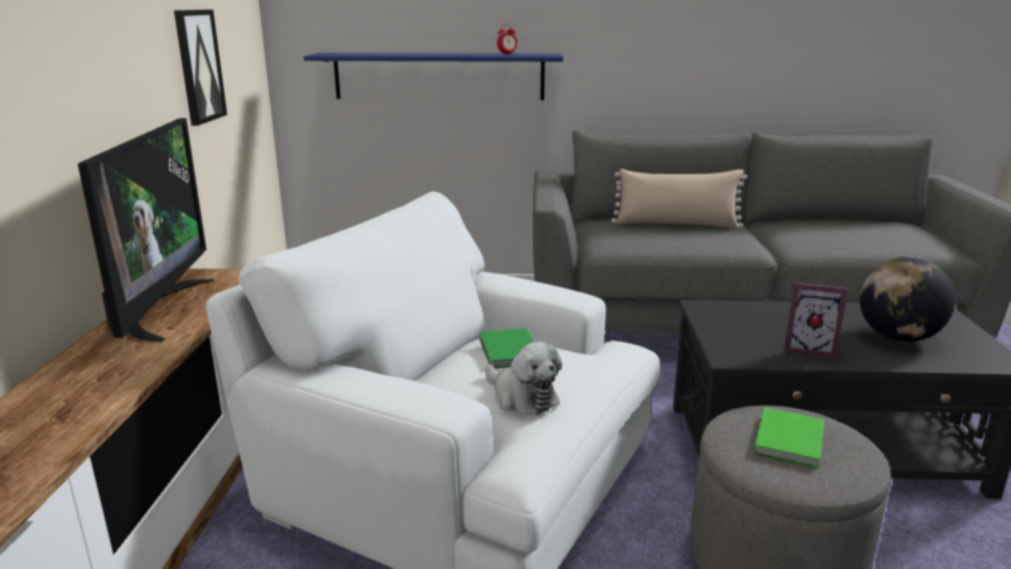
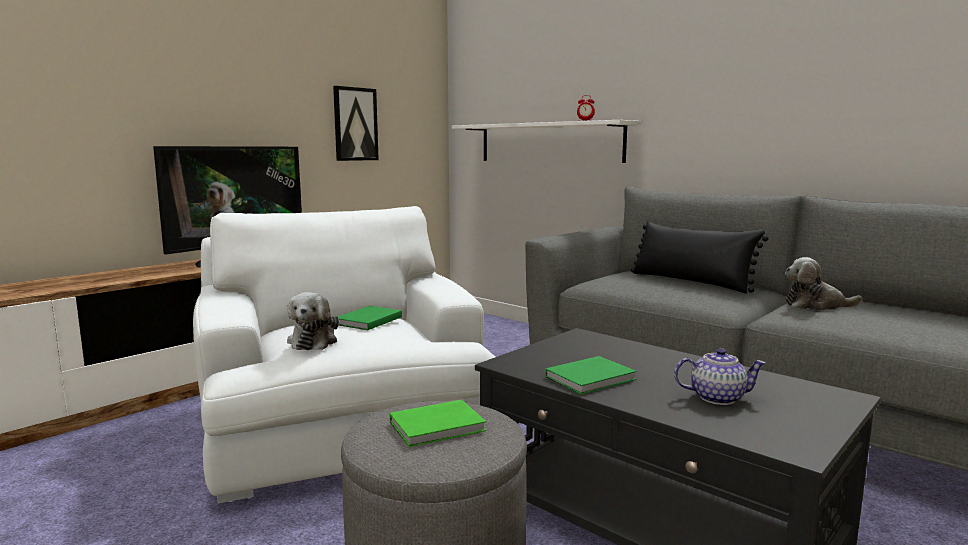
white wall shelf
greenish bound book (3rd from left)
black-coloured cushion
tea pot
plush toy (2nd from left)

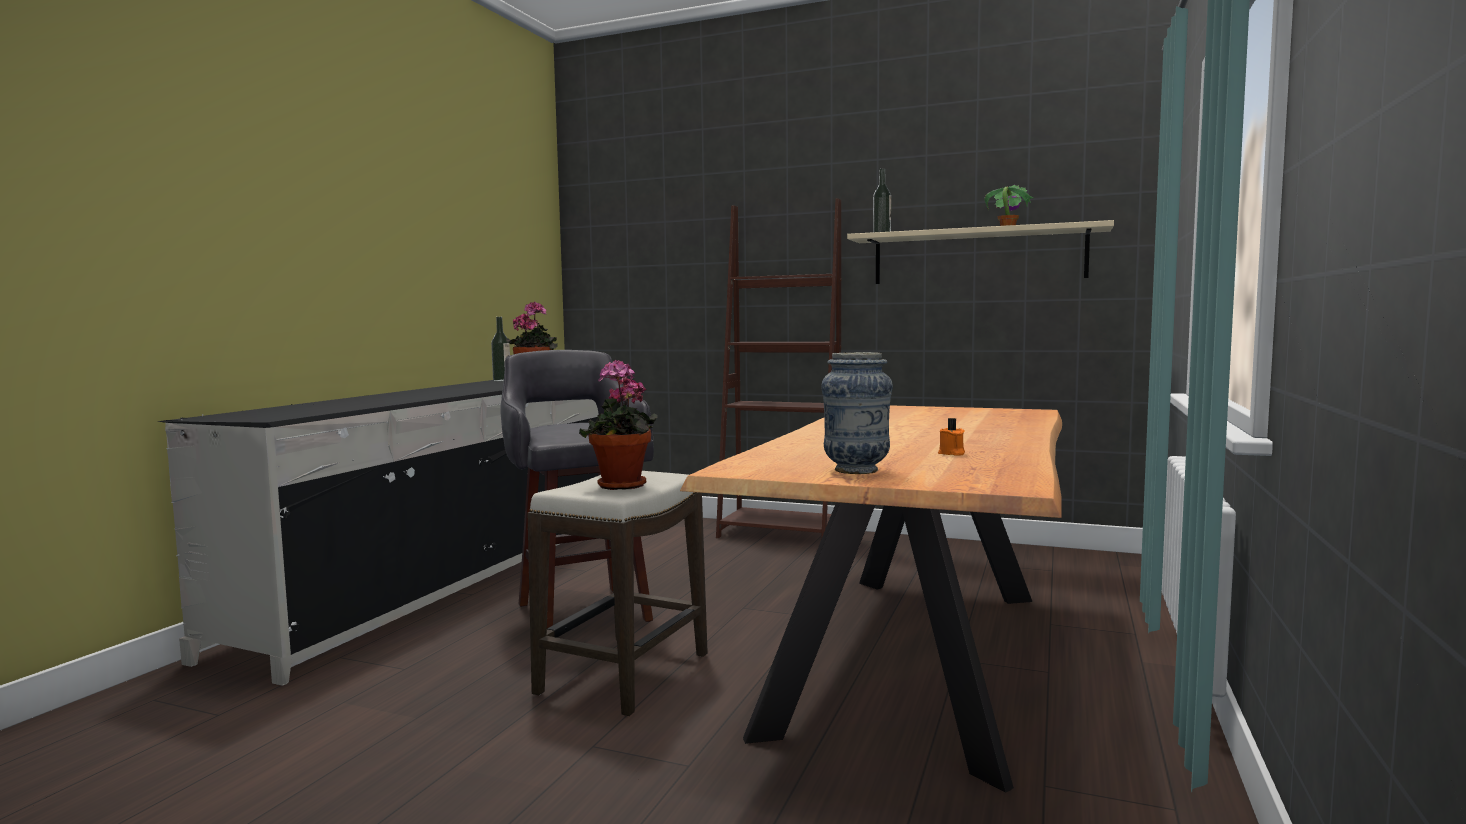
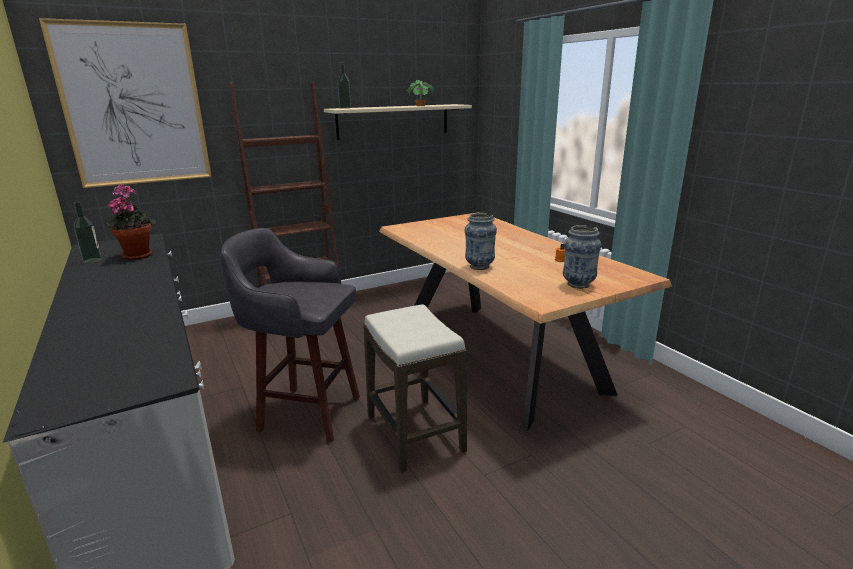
picture
flower vase (1st from left)
houseplant (2nd from left in the first image)

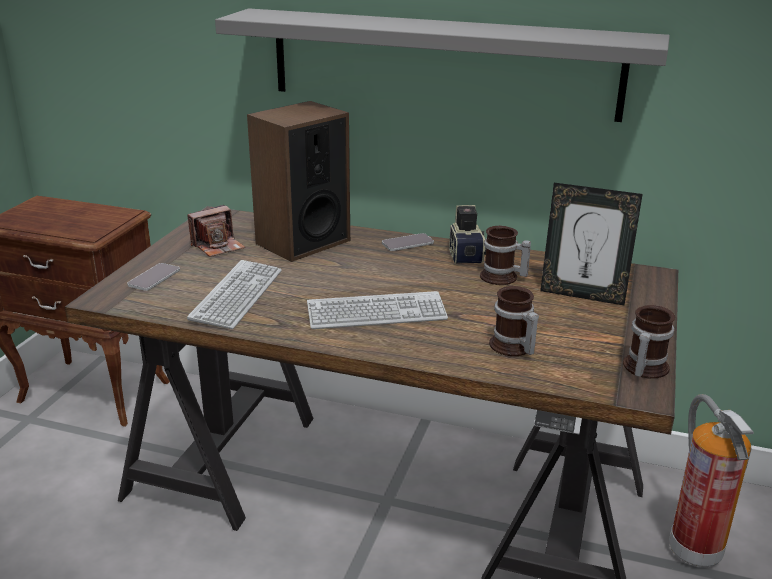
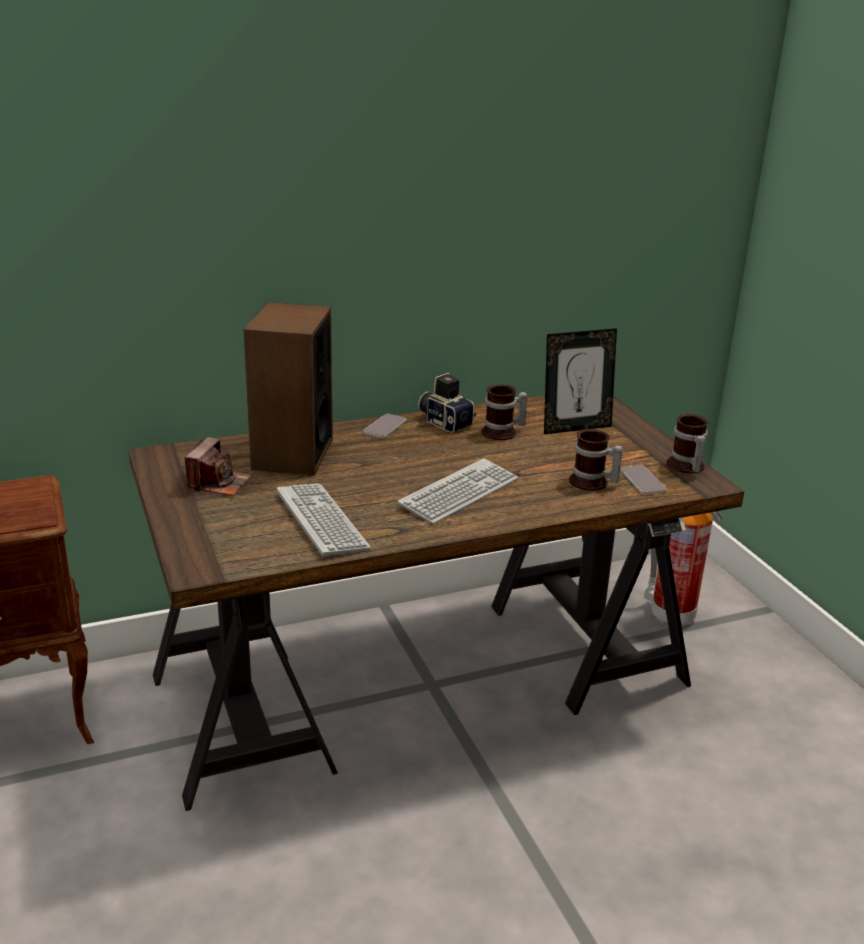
telephone (2nd from left)
grey wall shelf

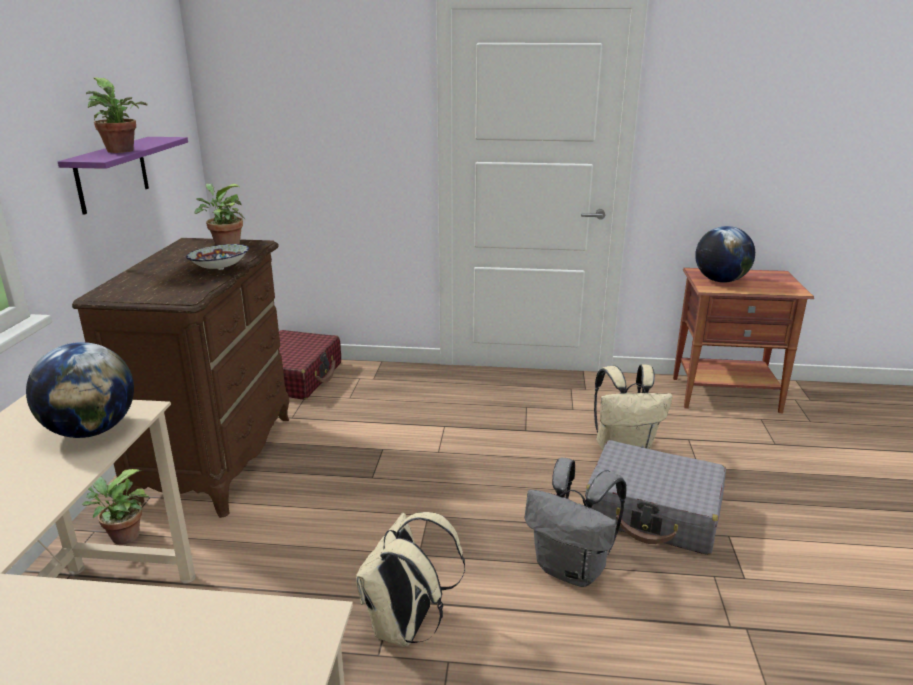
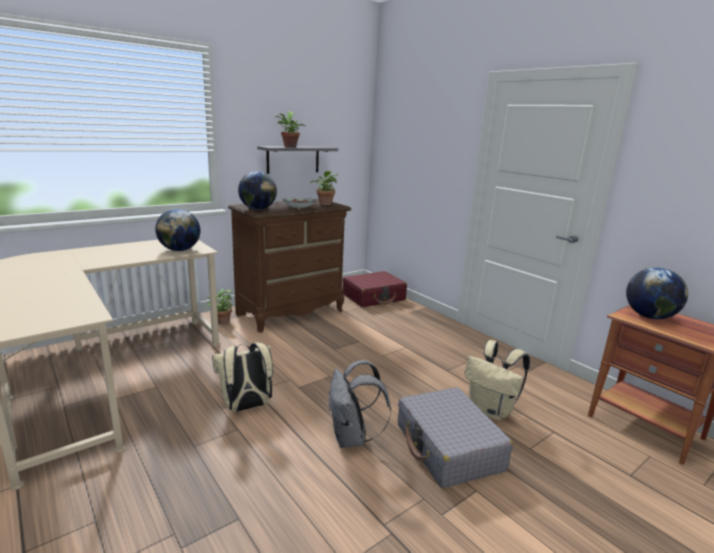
desk globe (2nd from left)
grey wall shelf

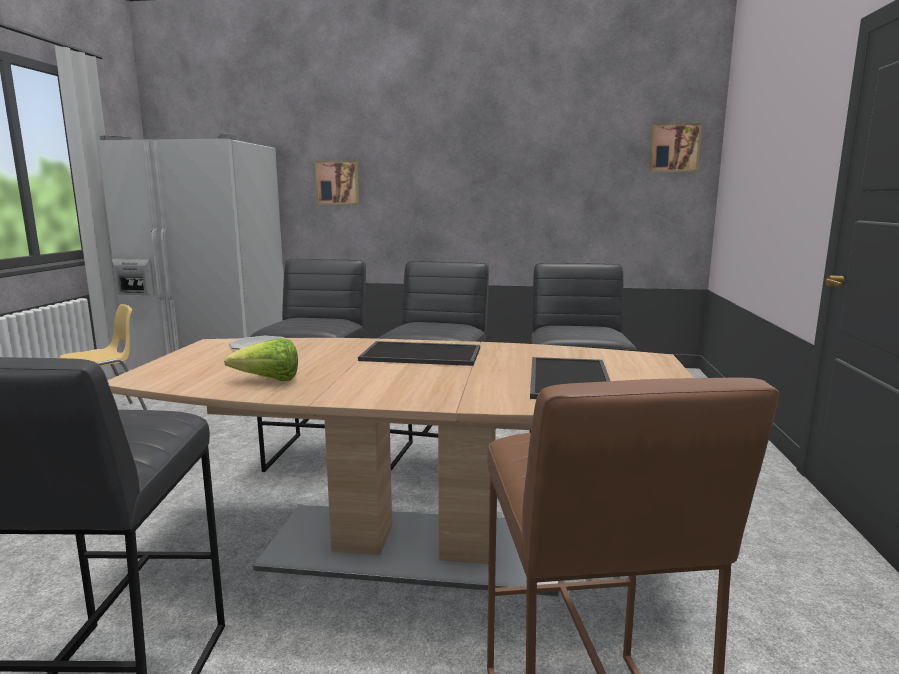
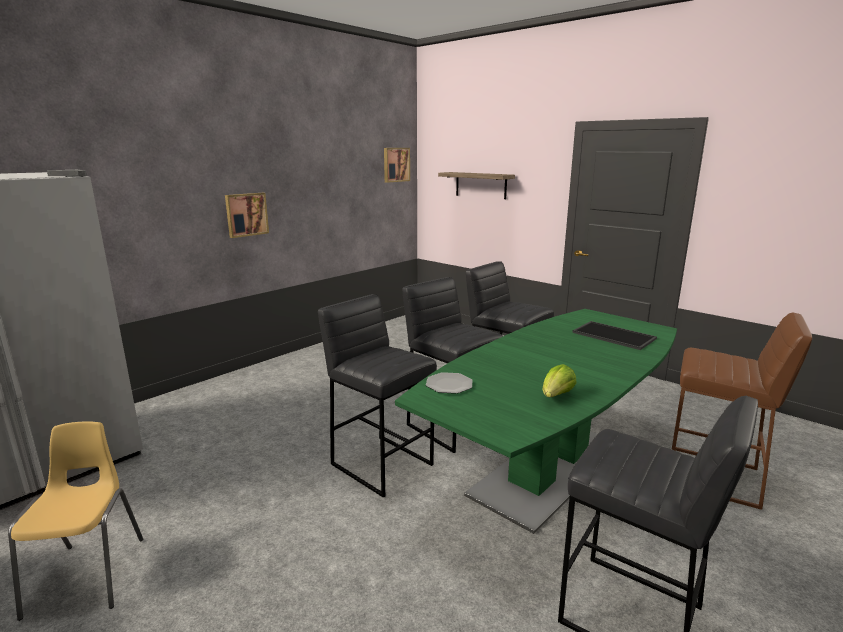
picture (1st from left)
greenish dinner table
wall shelf
carrying tray (1st from left in the first image)

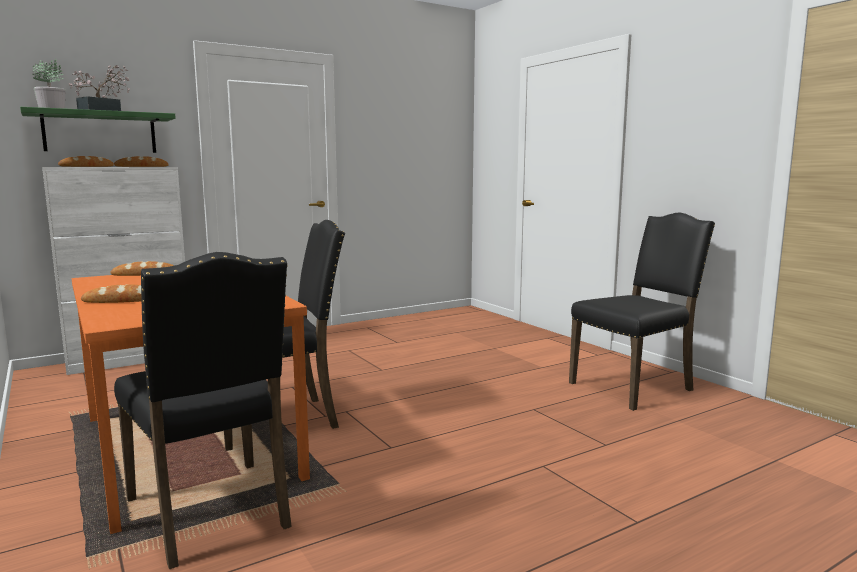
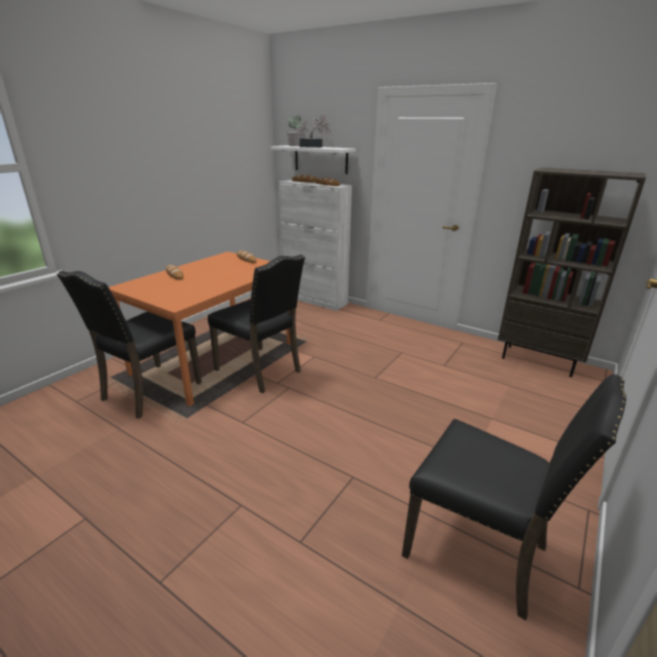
white wall shelf
brown-coloured shelving unit

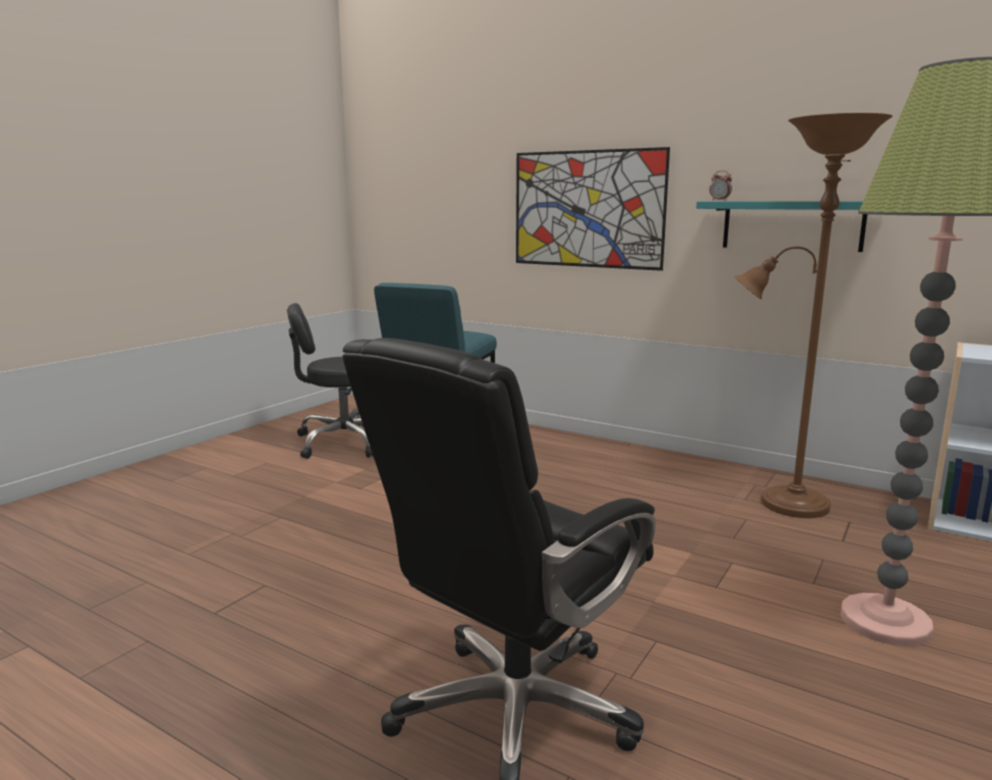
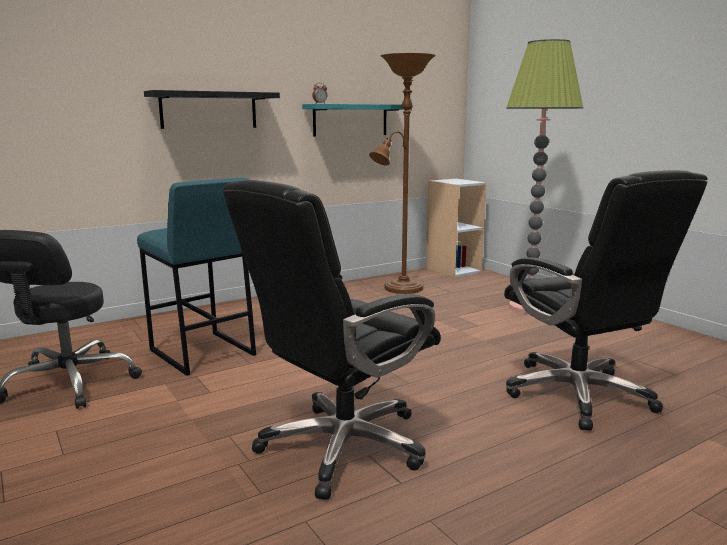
black-coloured wall shelf
black-coloured office chair (2nd from left)

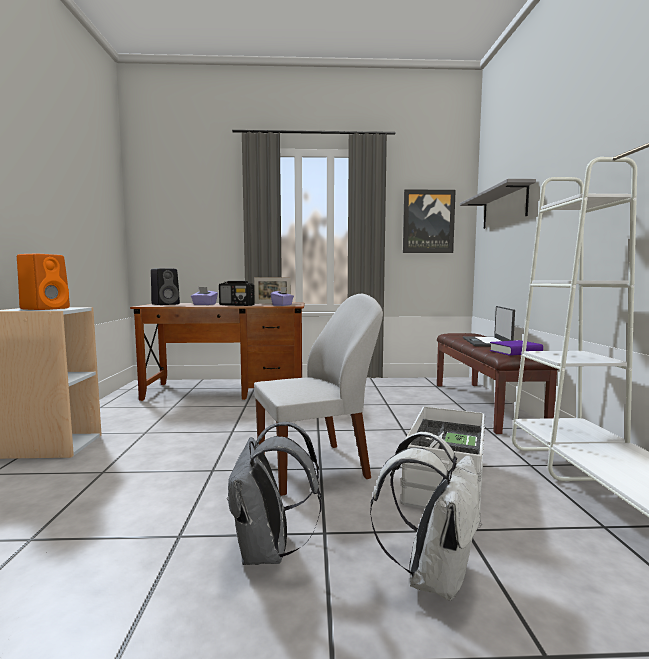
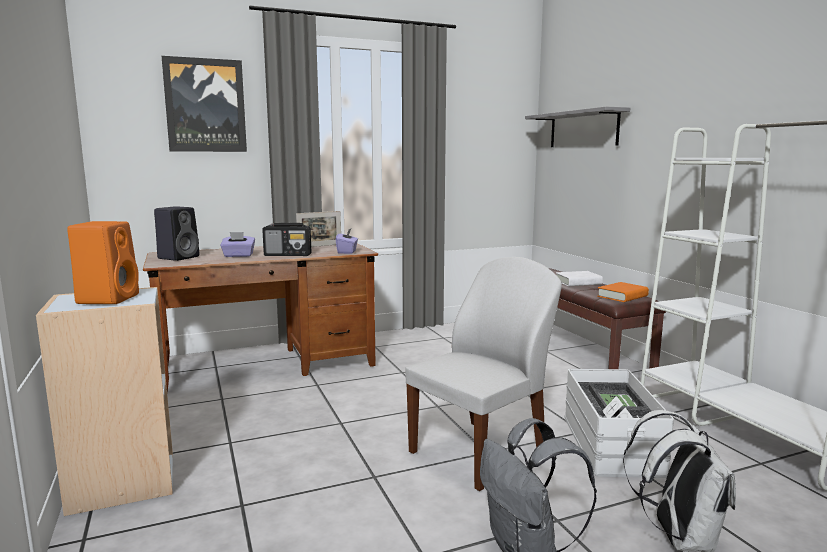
picture
white bound book
orange-coloured bound book

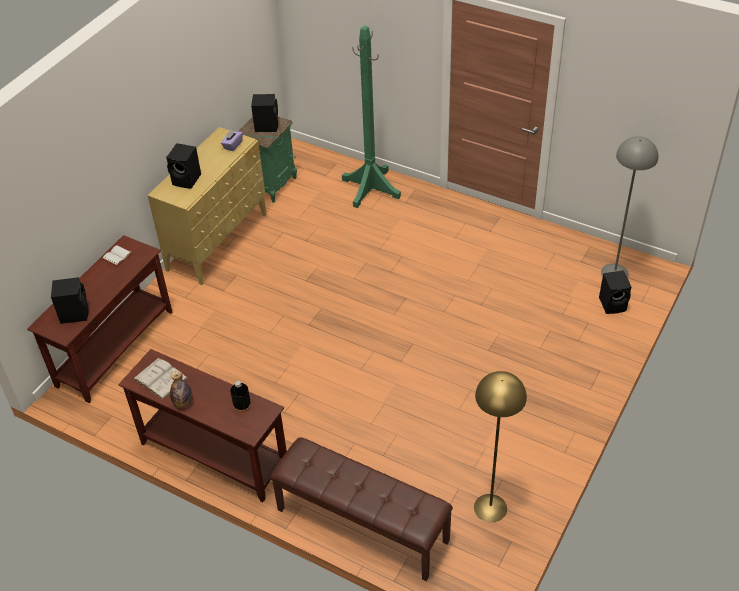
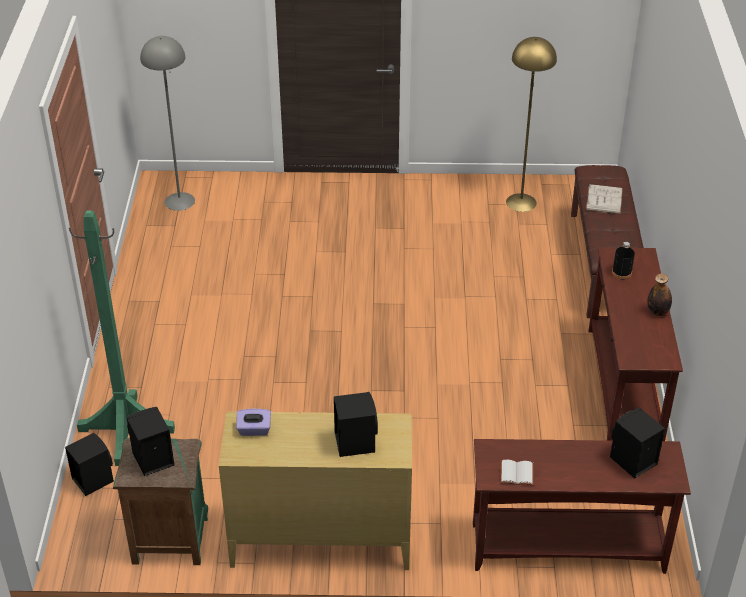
black-coloured loudspeaker (1st from left)
white bound book (2nd from left)

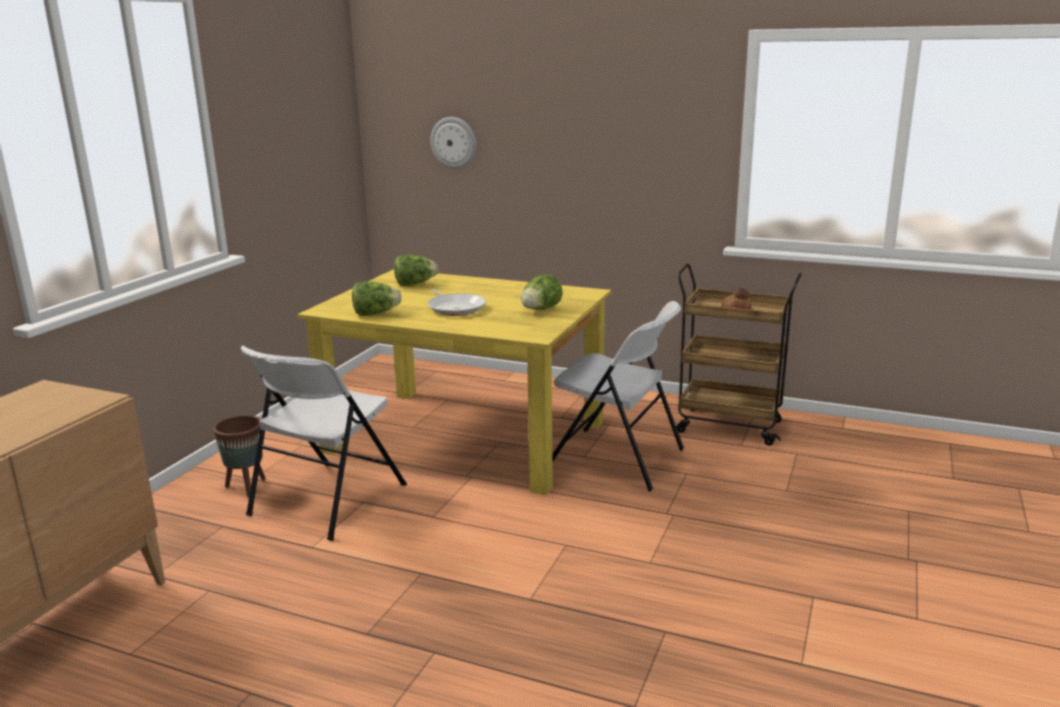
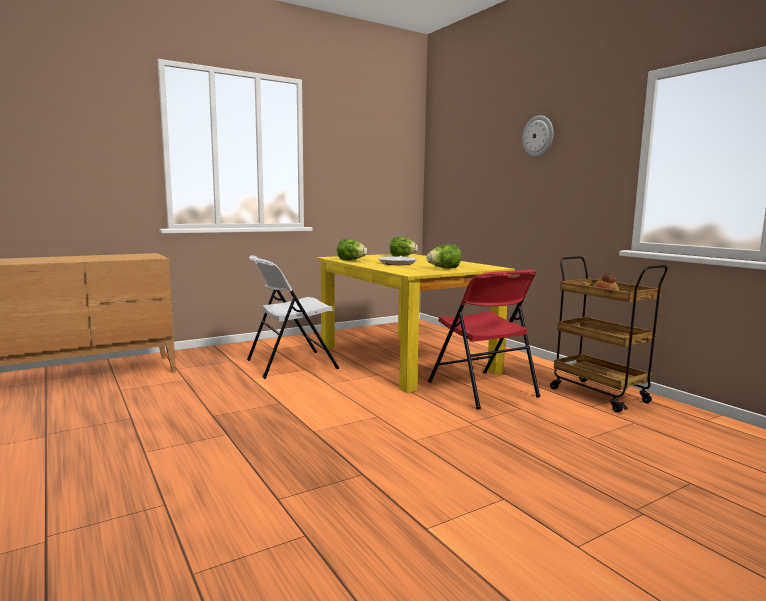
red-coloured plain chair
hanging clock
brown-coloured flower pot

